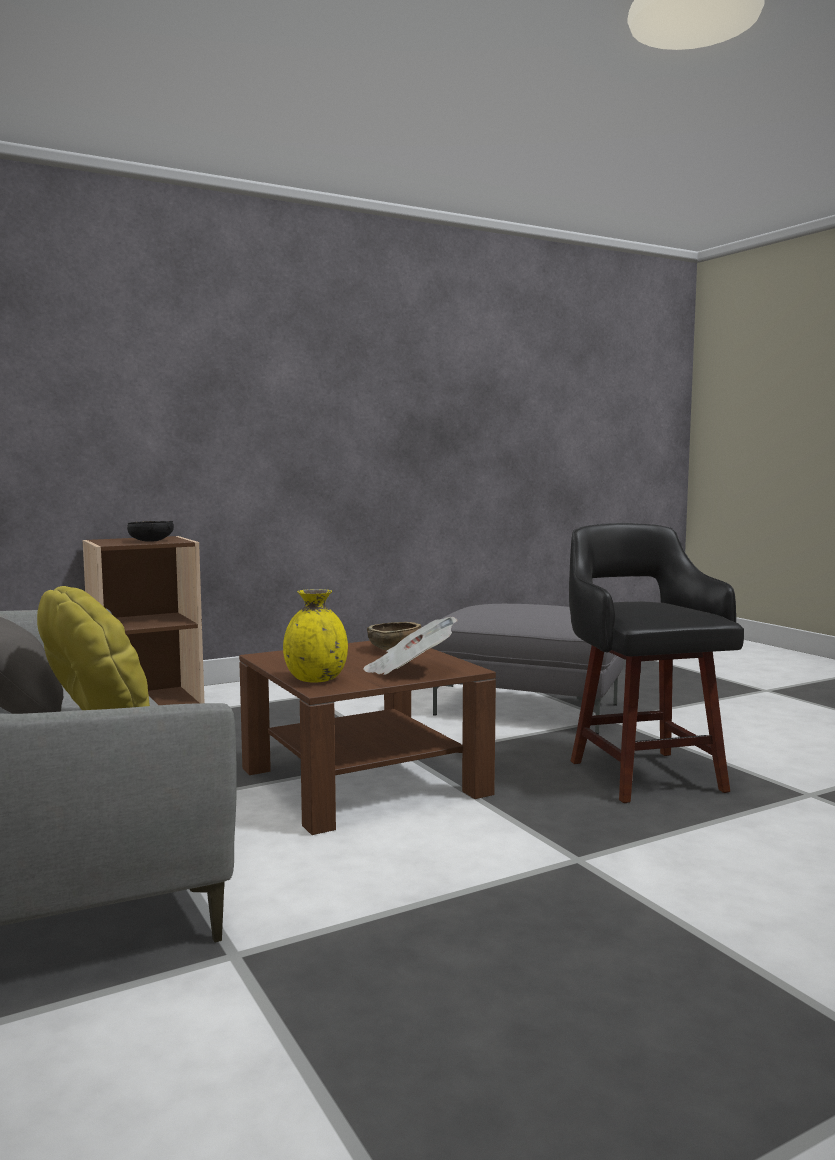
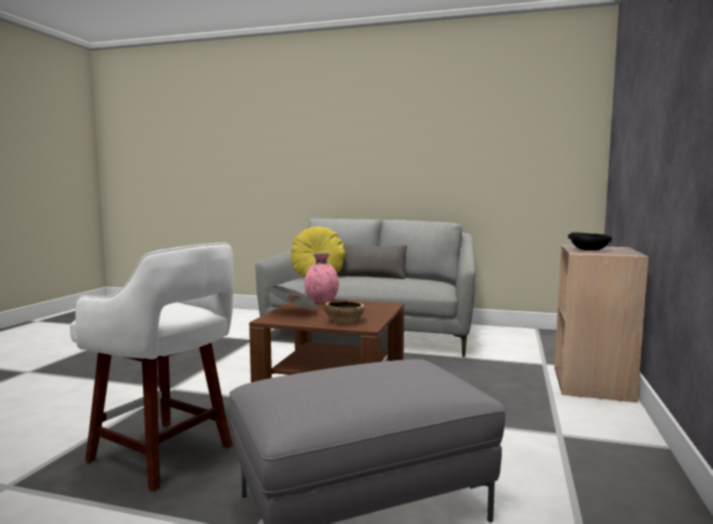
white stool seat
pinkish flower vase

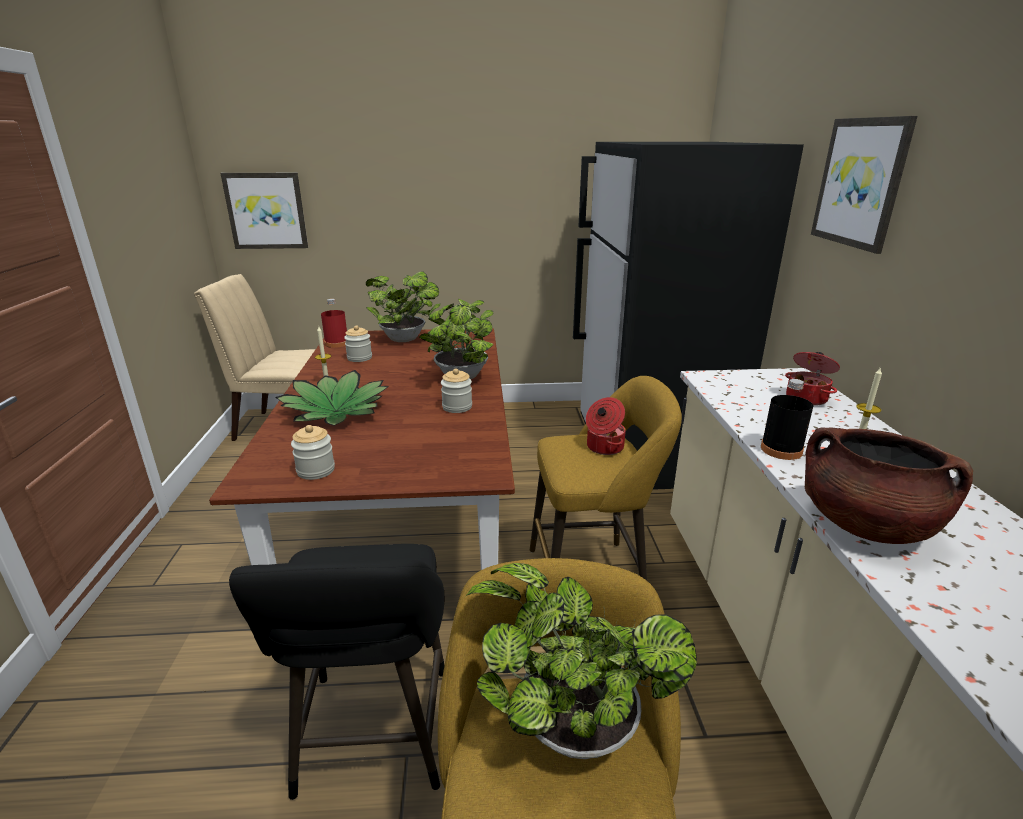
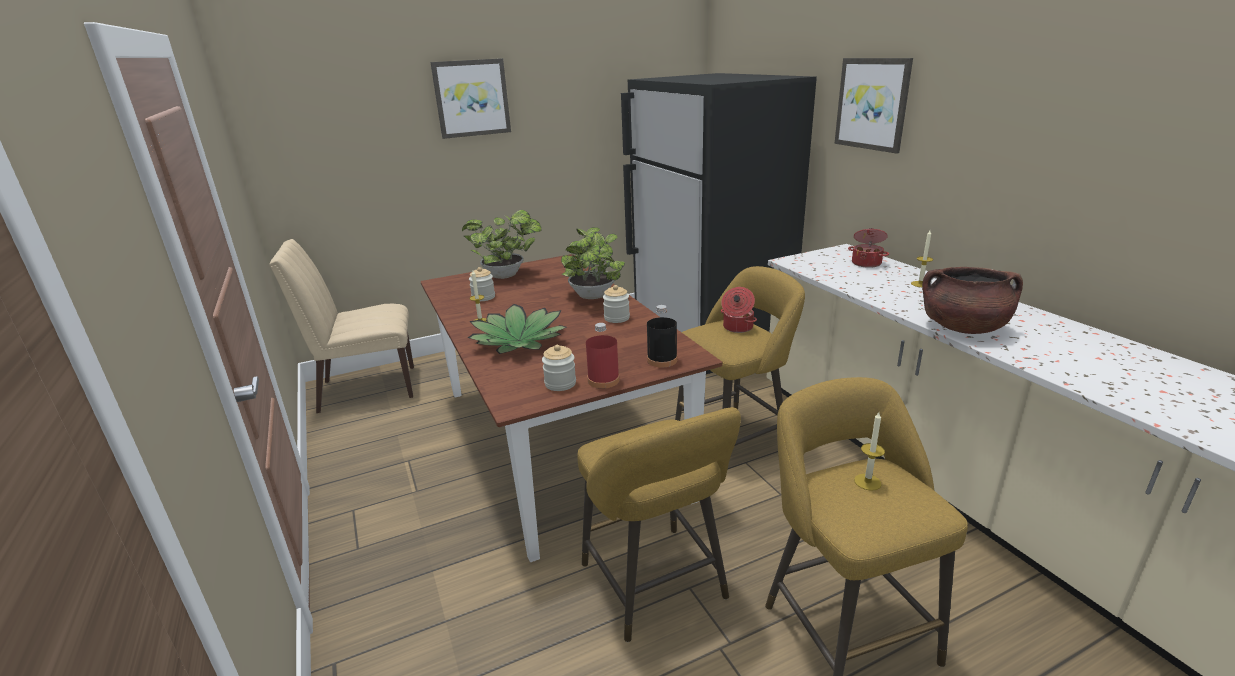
picture (1st from left)
yellow-coloured stool seat (1st from left)
red-coloured bottle
black-coloured bottle
wax candle (2nd from left)

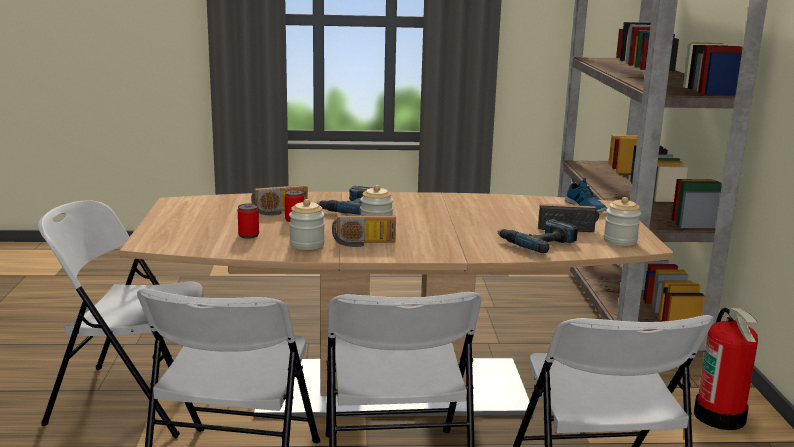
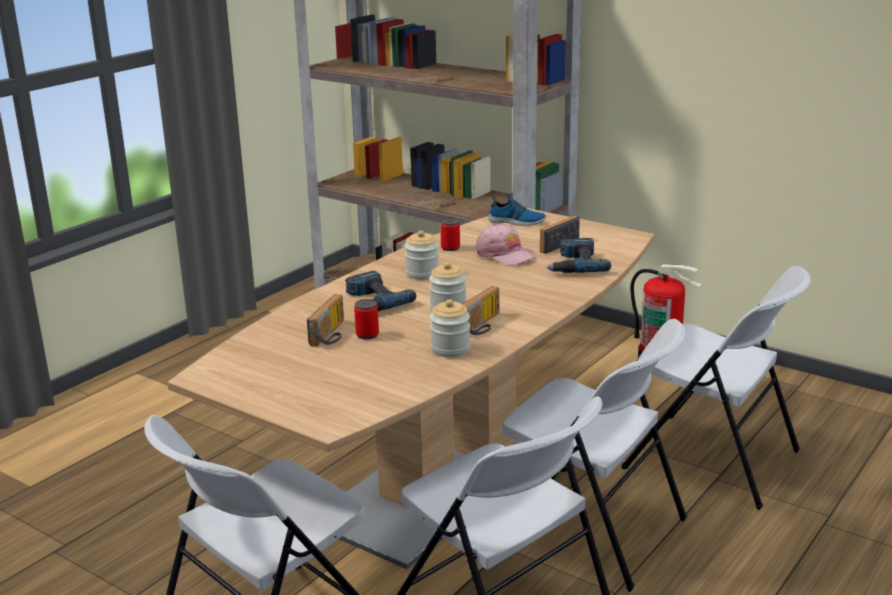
storage jar (1st from left)
metal can (2nd from left)
pinkish peaked cap

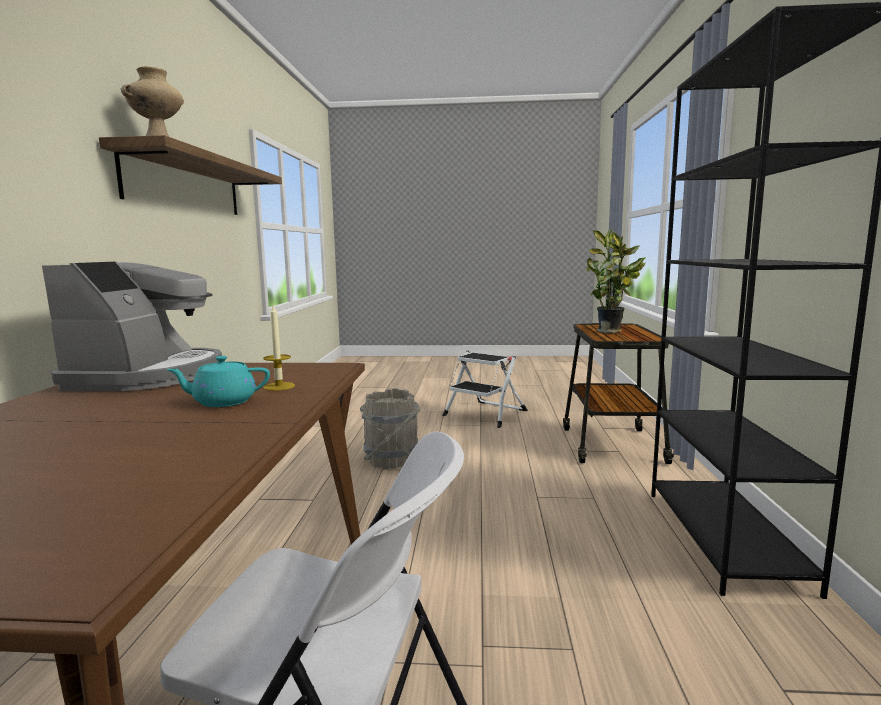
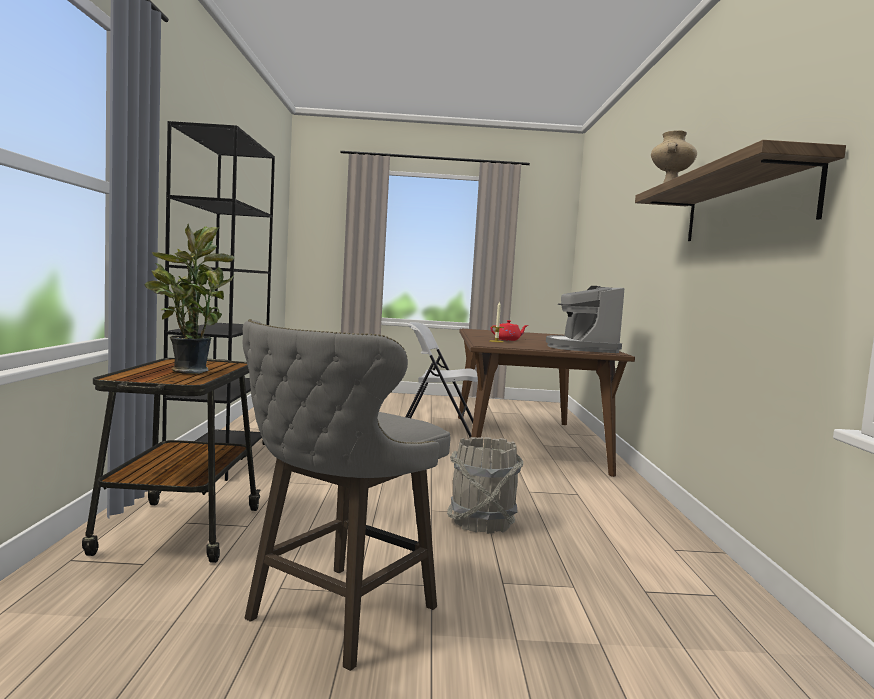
grey stool seat
red-coloured tea pot

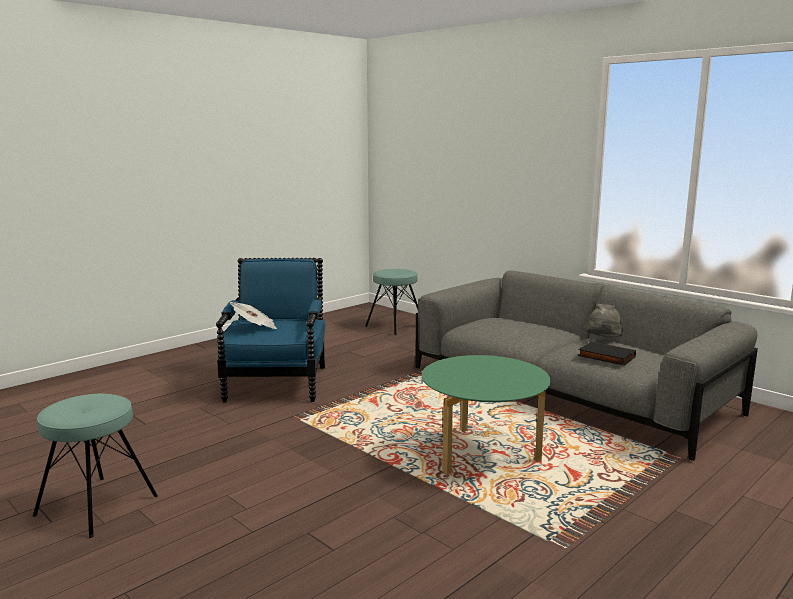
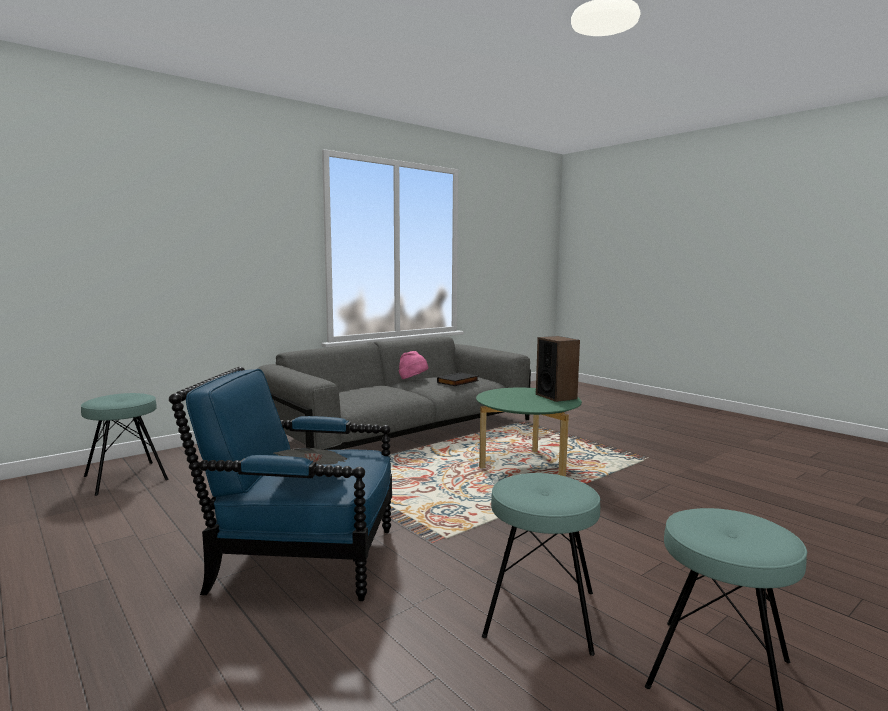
pinkish wearable hat
turquoise-coloured stool seat (2nd from left)
loudspeaker

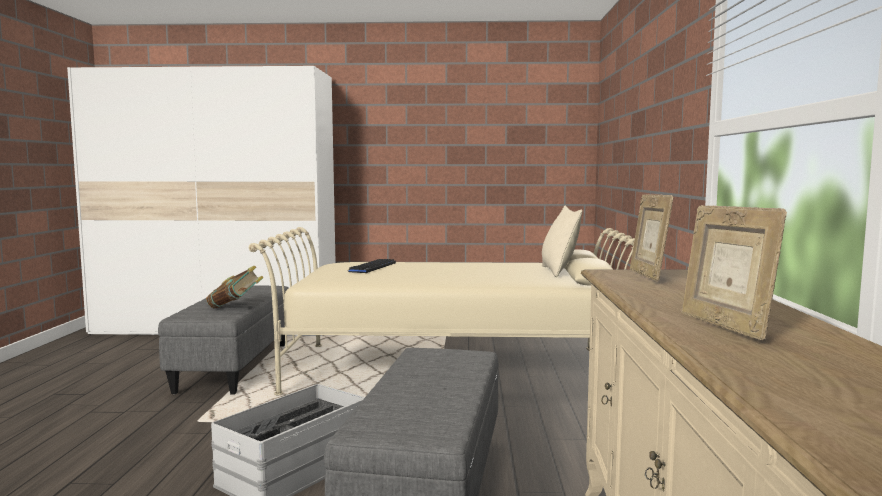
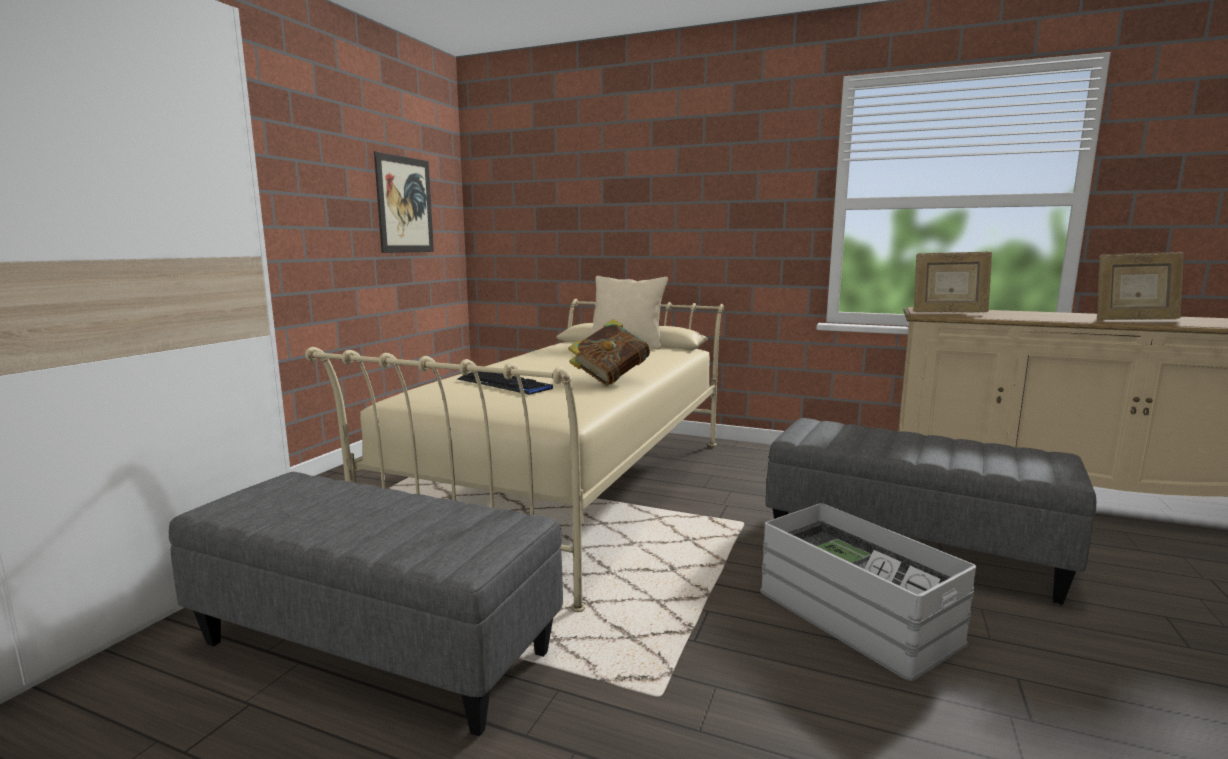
picture
bound book

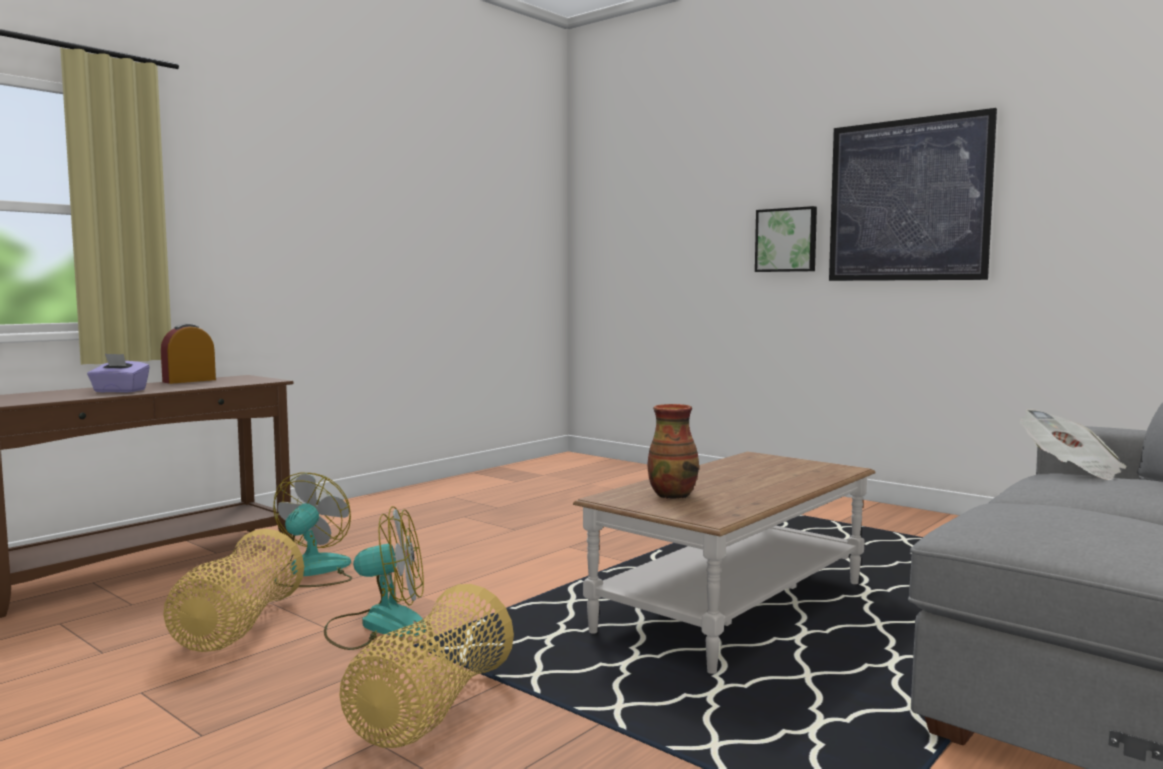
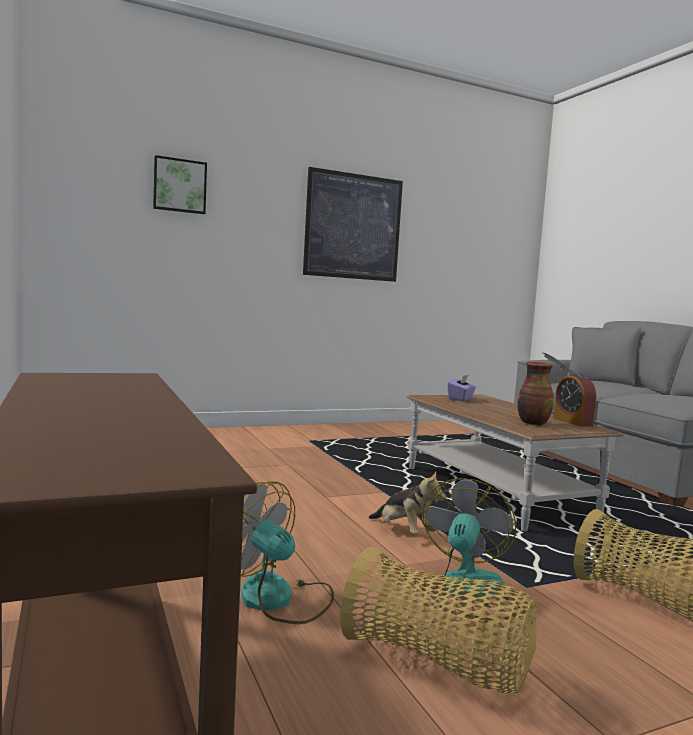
picture (1st from left)
plush toy
purplish tissue box
alarm clock

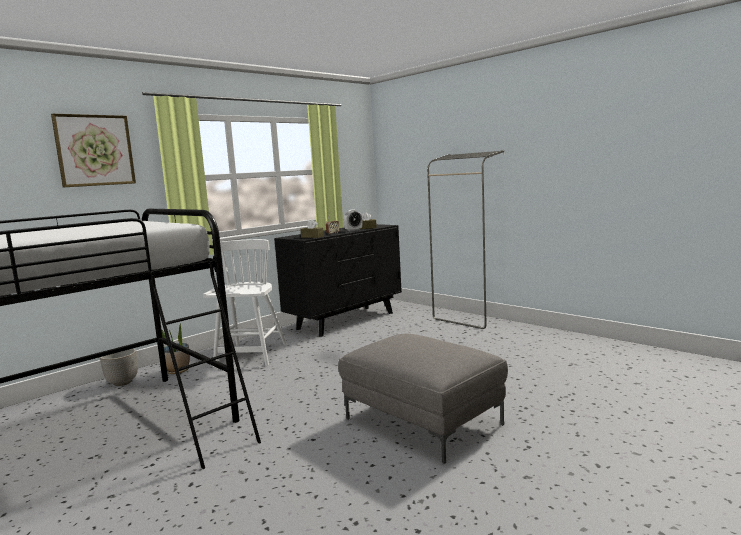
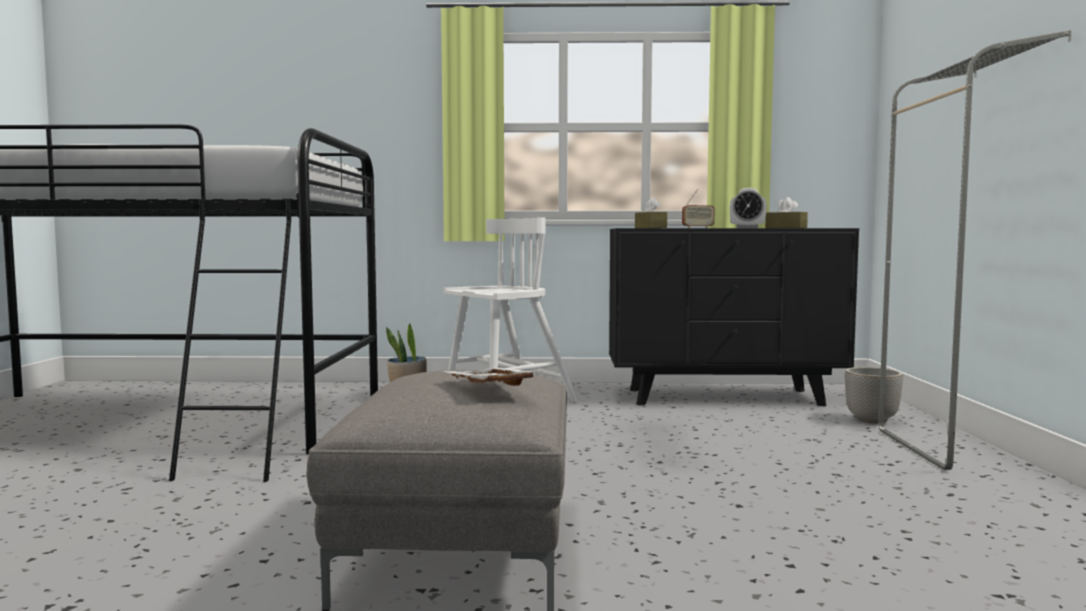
white carrying tray
flower pot
picture

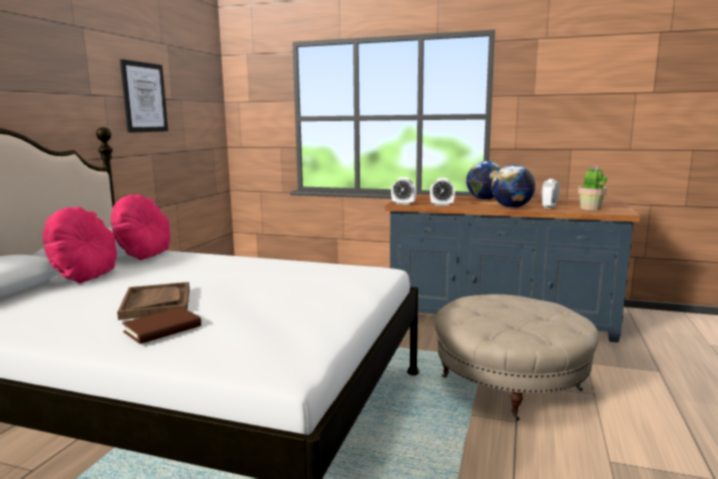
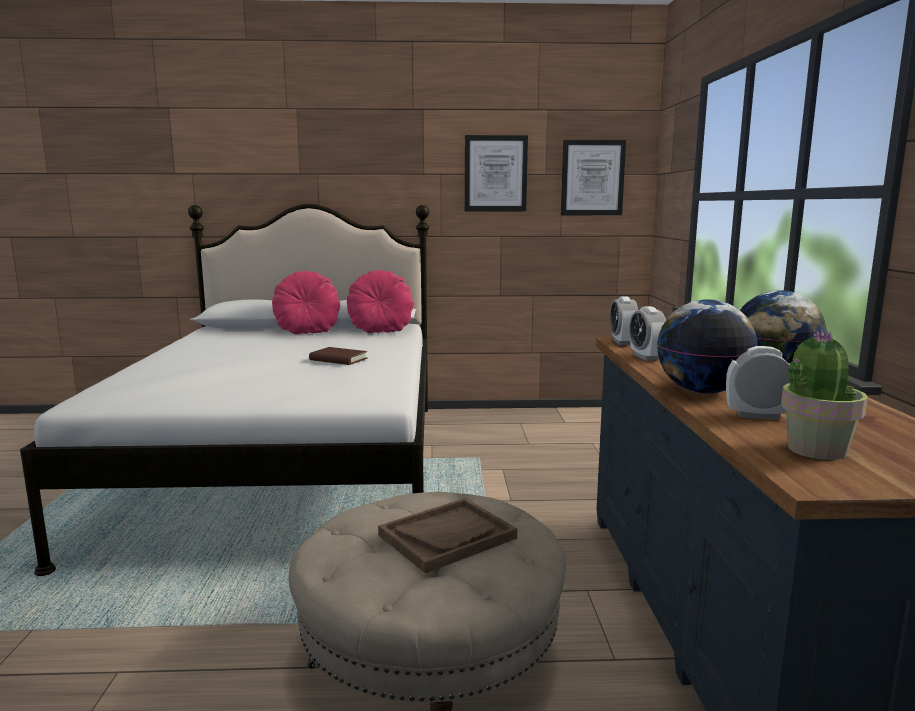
brown-coloured bound book
brown-coloured carrying tray
picture (2nd from left)

